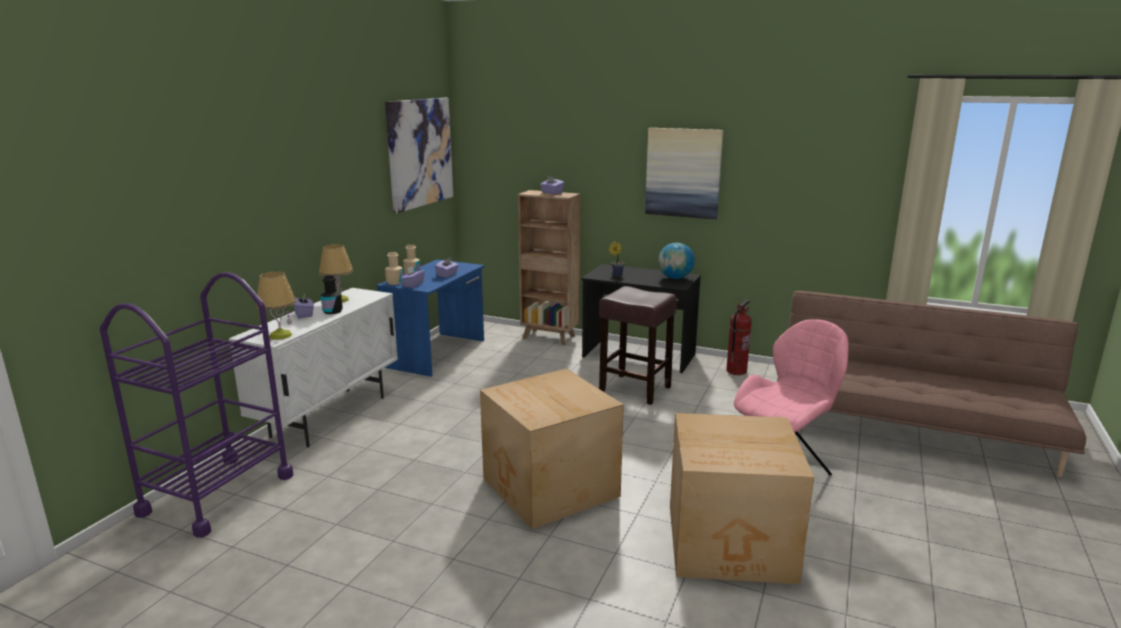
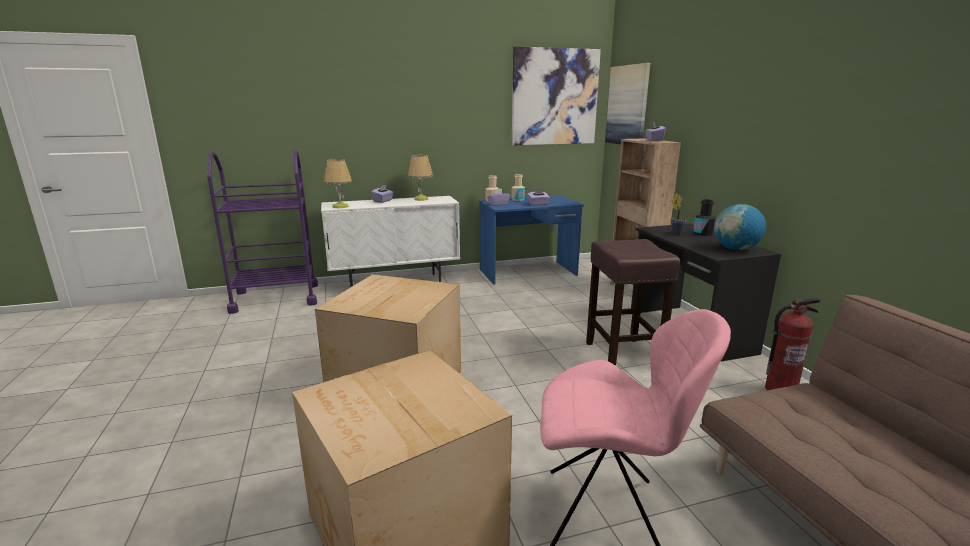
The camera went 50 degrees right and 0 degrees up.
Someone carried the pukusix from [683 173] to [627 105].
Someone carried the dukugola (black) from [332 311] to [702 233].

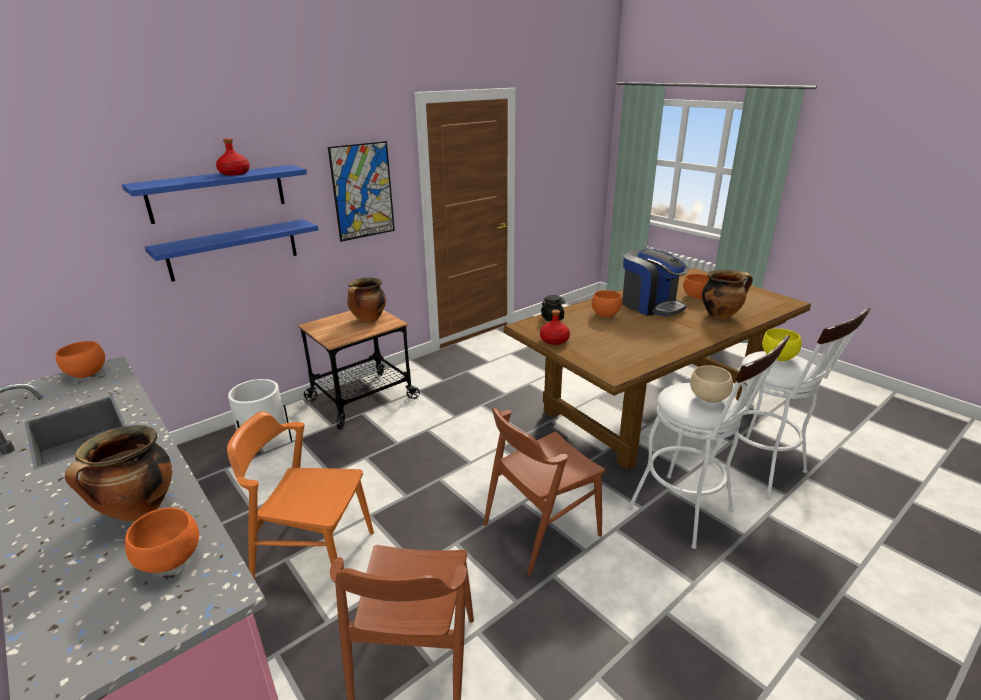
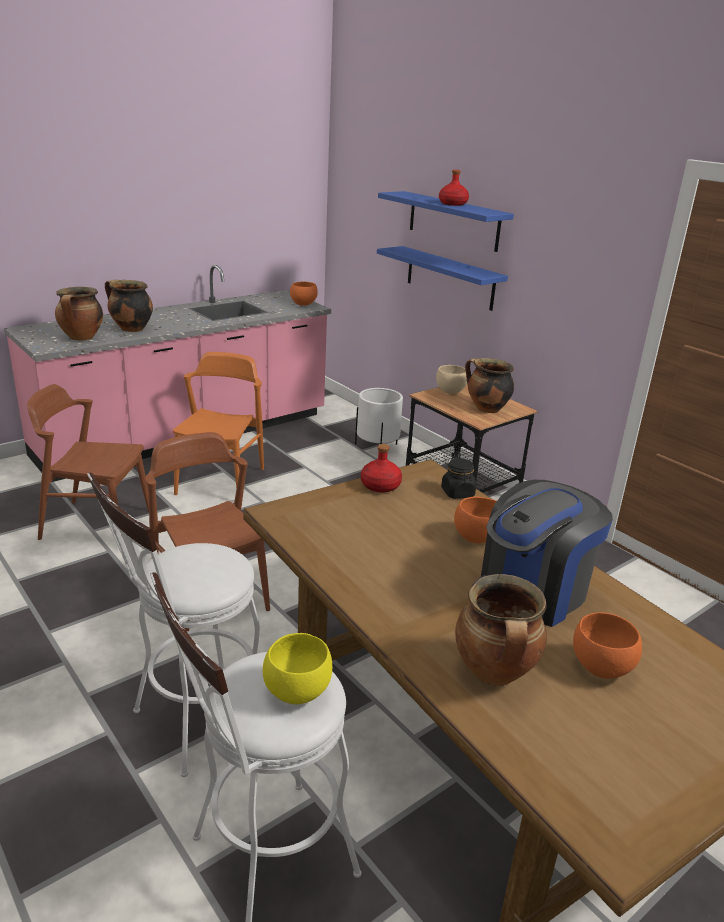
The camera went 90 degrees right and 0 degrees up.
Someone swapped the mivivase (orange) at [172 560] for the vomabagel at [82 338].
Someone carried the mivivase (beige) from [709 399] to [450 391].
Someone took away the pukusix at [362 191].

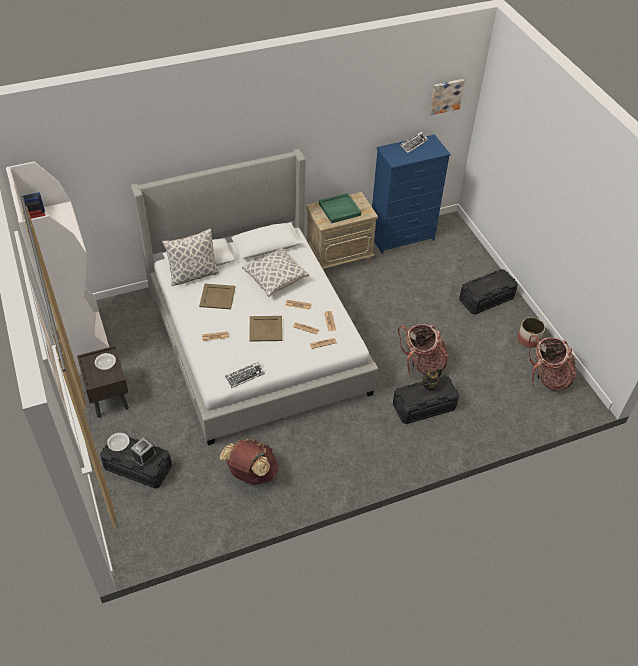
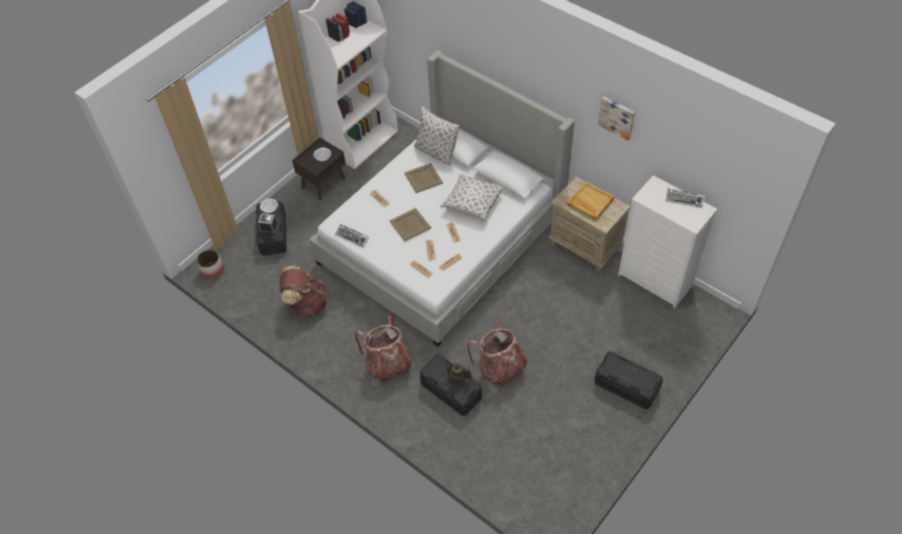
The camera went 65 degrees right and 5 degrees up.
Someone carried the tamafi from [529 340] to [212 271].
Someone carried the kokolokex from [547 378] to [388 364].
Someone repainted the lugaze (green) at [339 210], which became the lugaze (beige) at [589 202].
Someone carried the pukusix from [446 96] to [617 117].
Someone repainted the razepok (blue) at [402 237], which became the razepok (white) at [655 281].

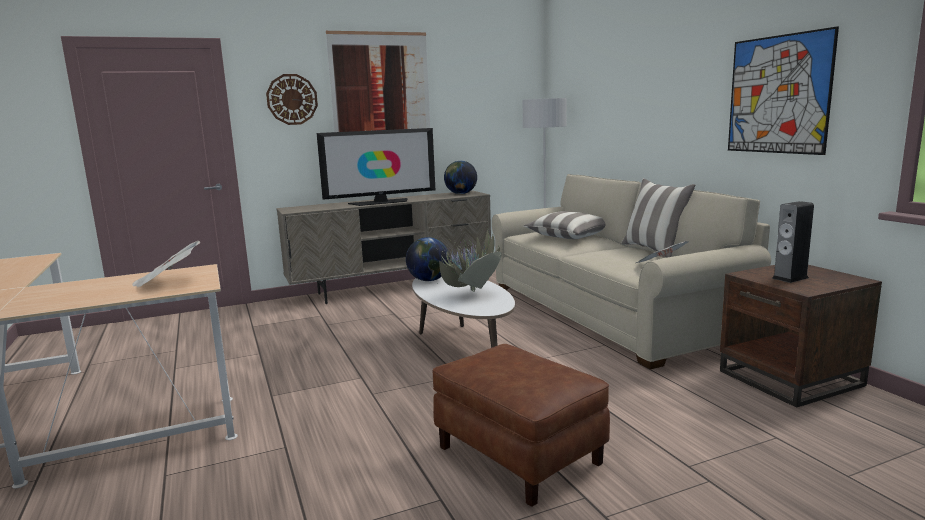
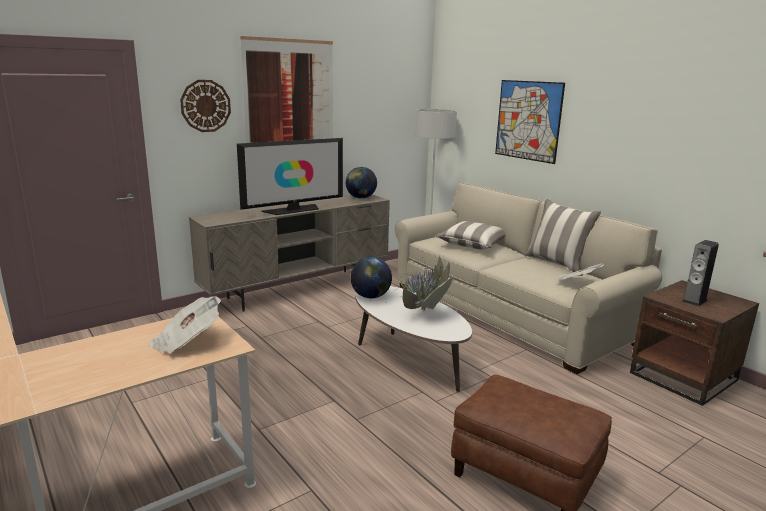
The camera went 15 degrees left and 5 degrees up.
Someone carried the pukusix from [778 95] to [528 120].

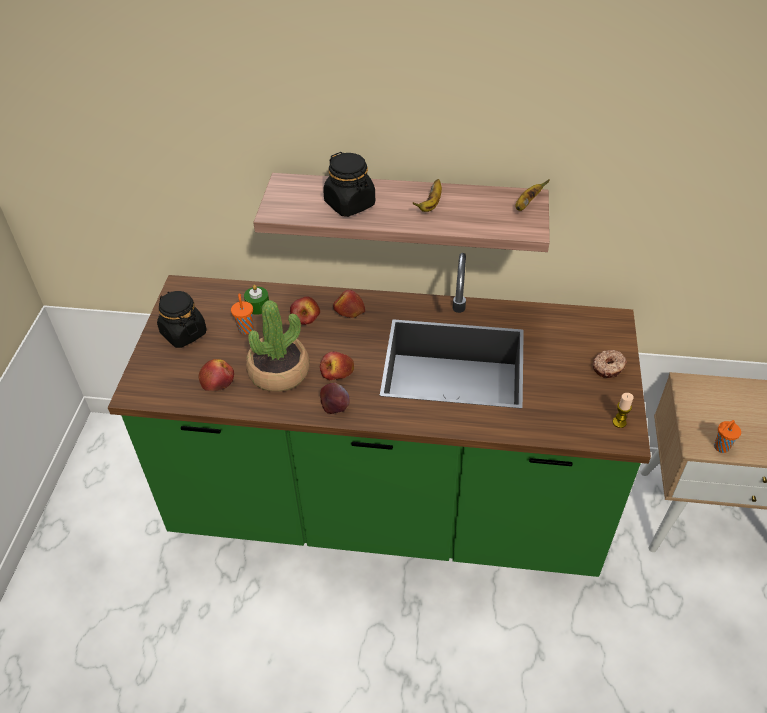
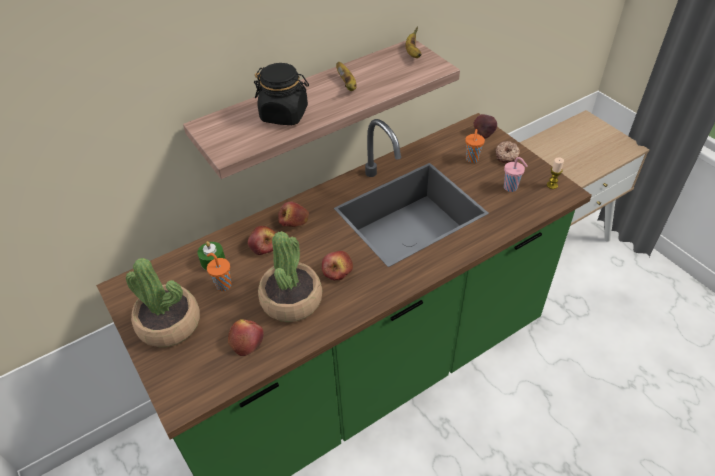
The camera went 40 degrees left and 0 degrees up.
Someone swapped the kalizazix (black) at [183 333] for the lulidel at [169 323].
Someone carried the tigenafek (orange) from [720 447] to [472 159].
Someone carried the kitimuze from [335 406] to [484 133].
Someone put down the tigenafek (pink) at [511 188].

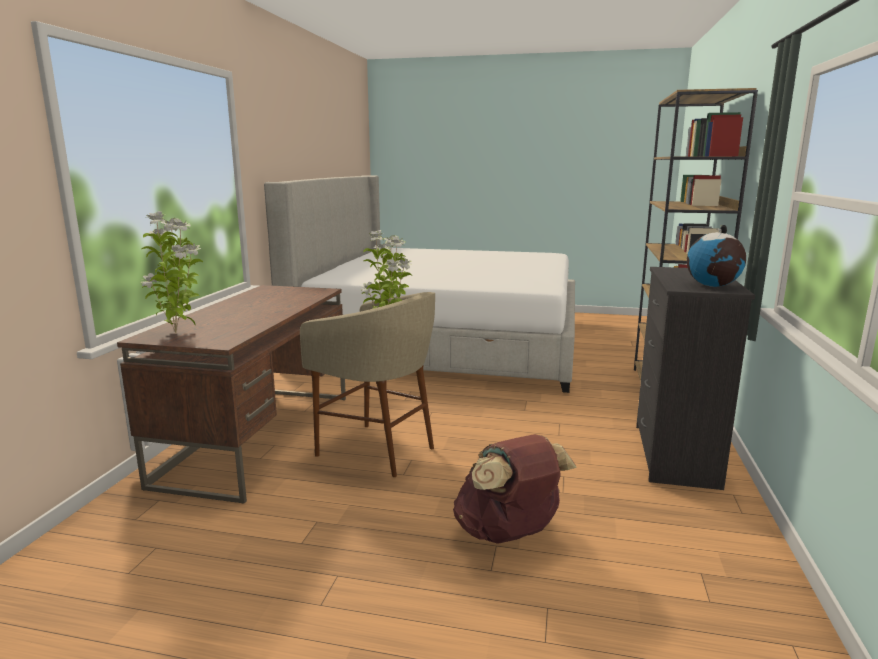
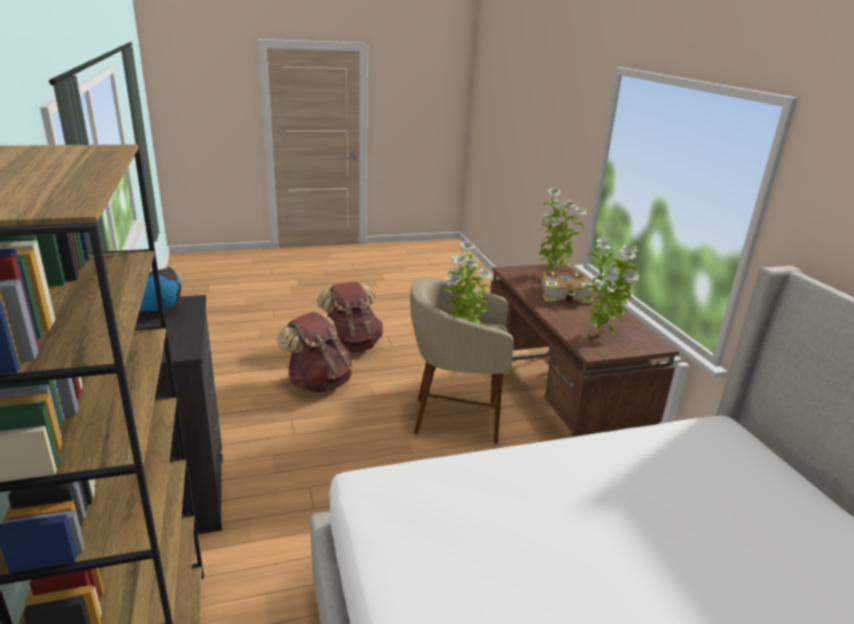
The camera went 150 degrees right and 10 degrees up.
Someone put down the kokolokex (brown) at [351 345].
Someone put down the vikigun at [565 295].
Someone put down the lulidel at [602 335].

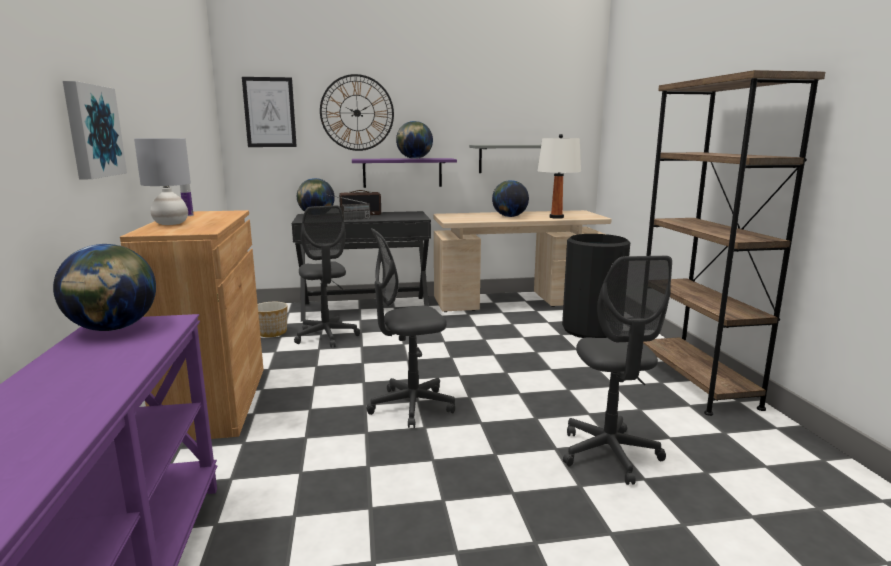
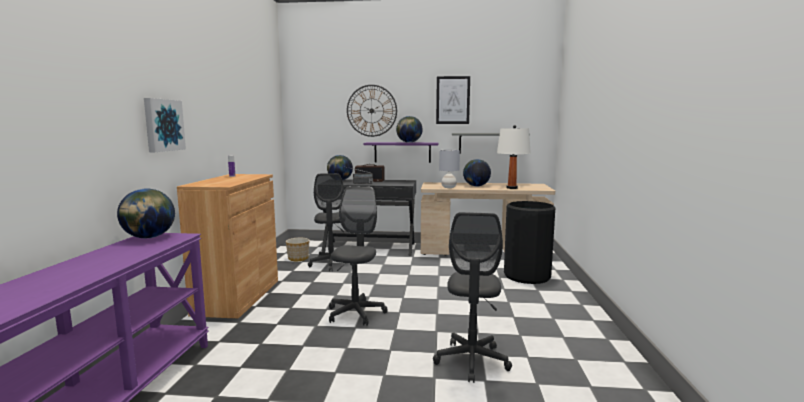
The camera went 15 degrees right and 5 degrees down.
Someone rotated the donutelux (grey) at [411 406] by 105 degrees clockwise.
Someone carried the pukusix from [269 112] to [453 100].
Someone carried the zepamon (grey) from [171 223] to [449 187].
Someone took away the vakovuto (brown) at [693 381].

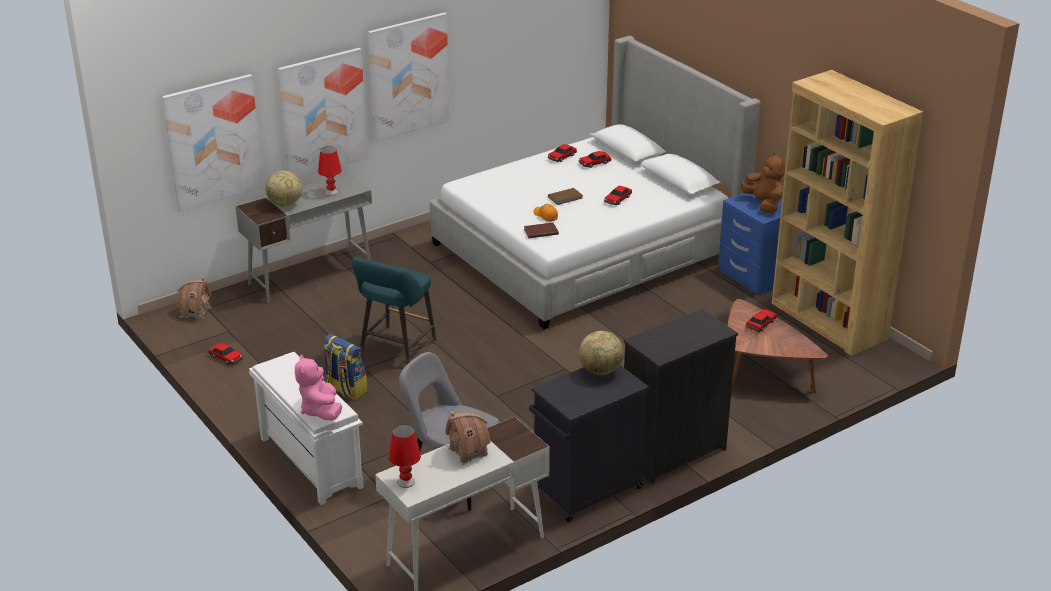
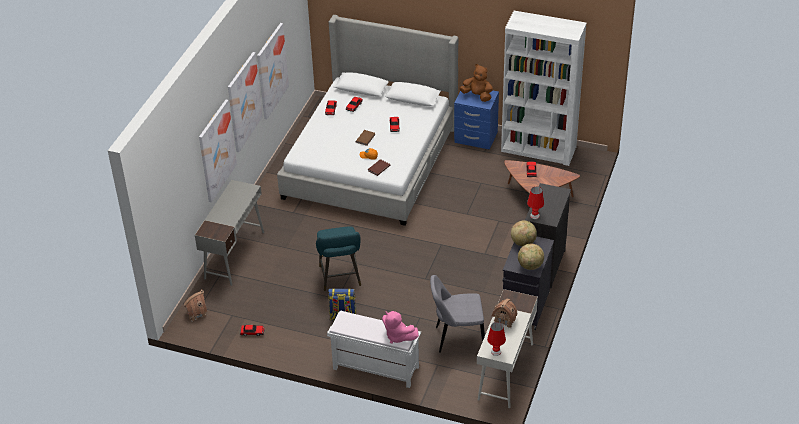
The camera went 35 degrees left and 10 degrees up.
Someone carried the pukusix from [213 142] to [271 71].
Someone repainted the vakovuto (brown) at [828 321], which became the vakovuto (white) at [538 149].
Someone carried the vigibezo from [285 204] to [530 266].
Someone carried the zepamon (red) from [331 192] to [535 216].

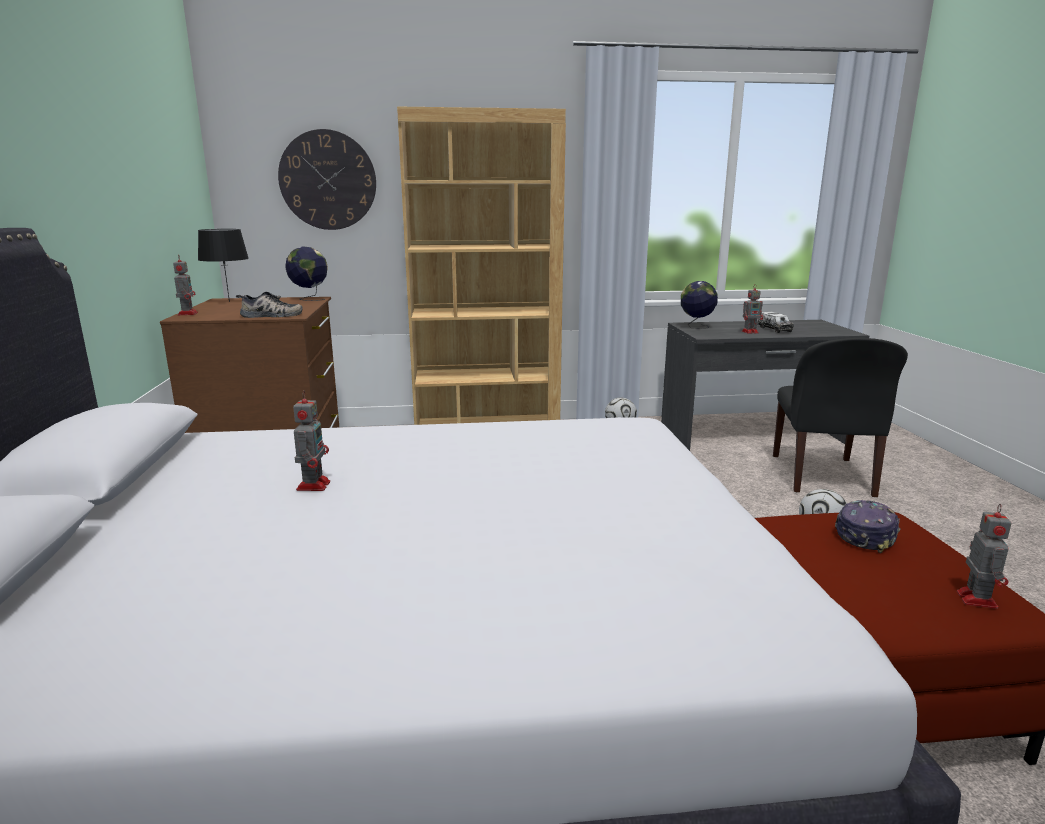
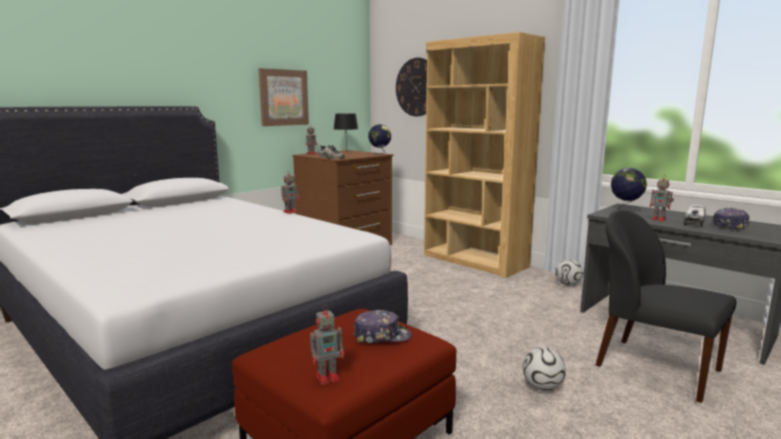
The camera went 50 degrees right and 5 degrees down.
Someone put up the pukusix at [283 97].
Someone carried the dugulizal from [314 485] to [291 212].
Someone rotated the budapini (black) at [822 476] by 75 degrees clockwise.
Someone put down the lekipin at [730 226].

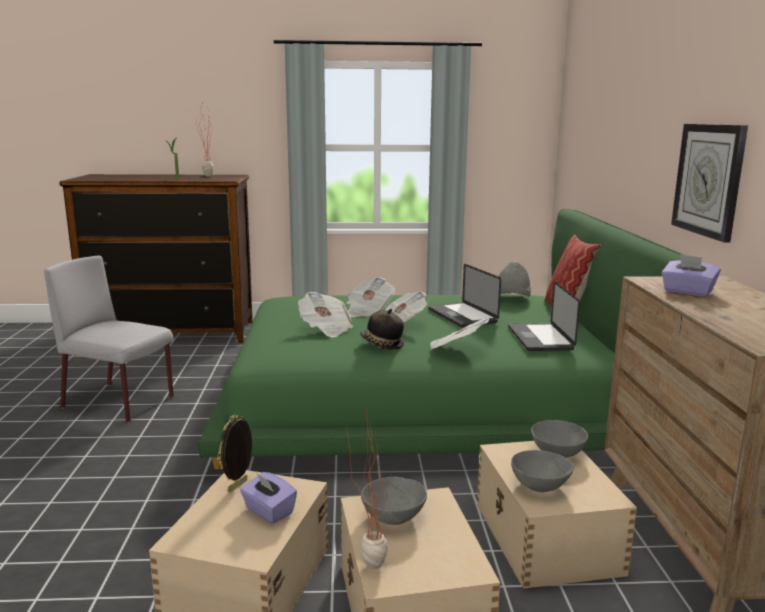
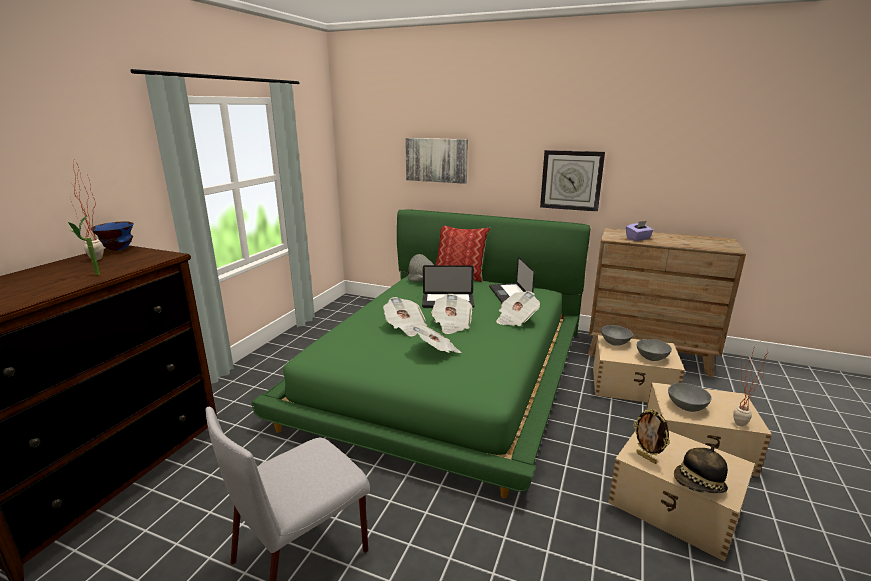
The camera went 65 degrees left and 5 degrees up.
Someone put down the mivivase (blue) at [118 250].
Someone put up the pukusix at [436 160].
Someone rotated the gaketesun at [540 338] by 60 degrees clockwise.
Someone carried the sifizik from [381 345] to [698 485].
Someone took away the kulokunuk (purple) at [268 511].

